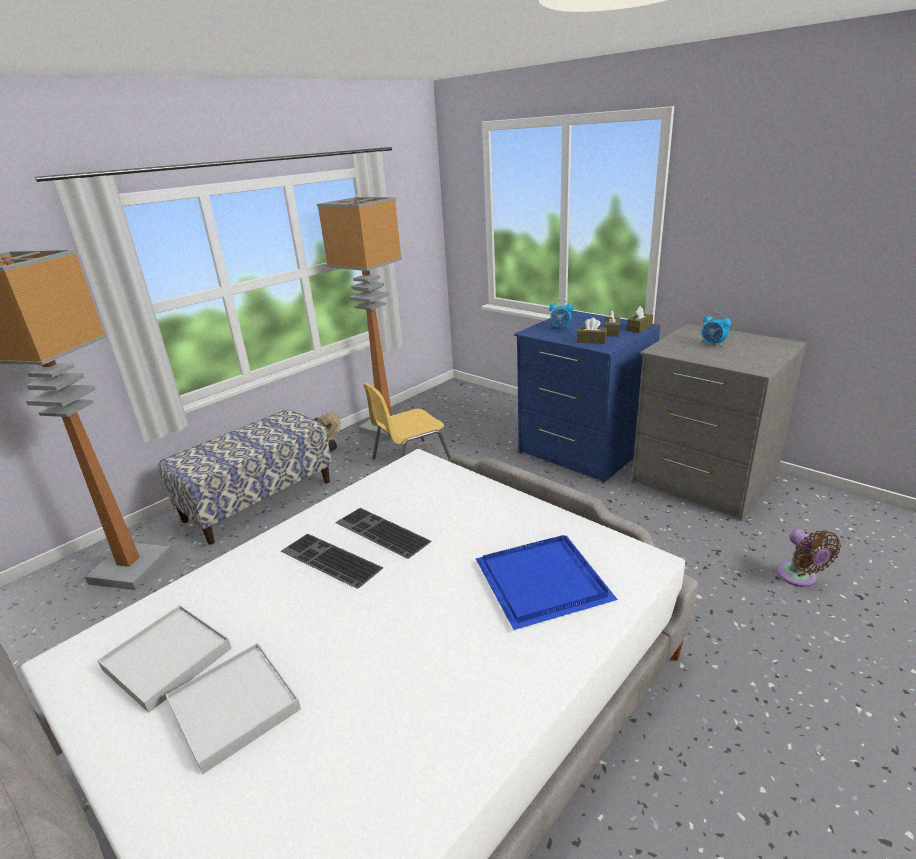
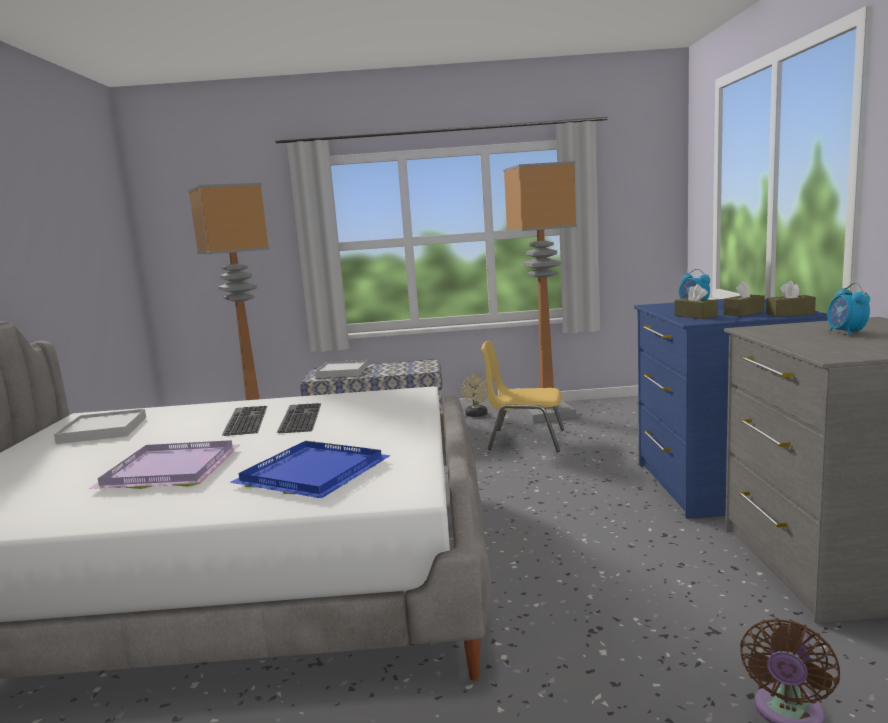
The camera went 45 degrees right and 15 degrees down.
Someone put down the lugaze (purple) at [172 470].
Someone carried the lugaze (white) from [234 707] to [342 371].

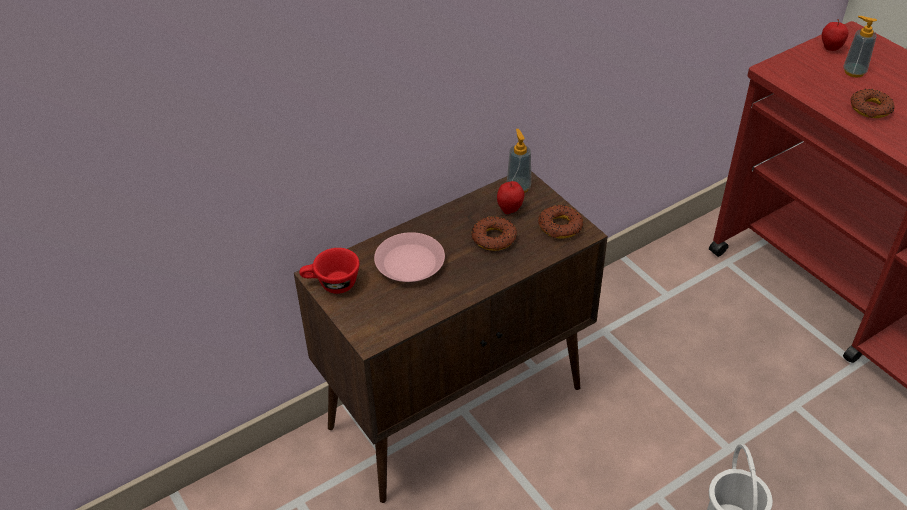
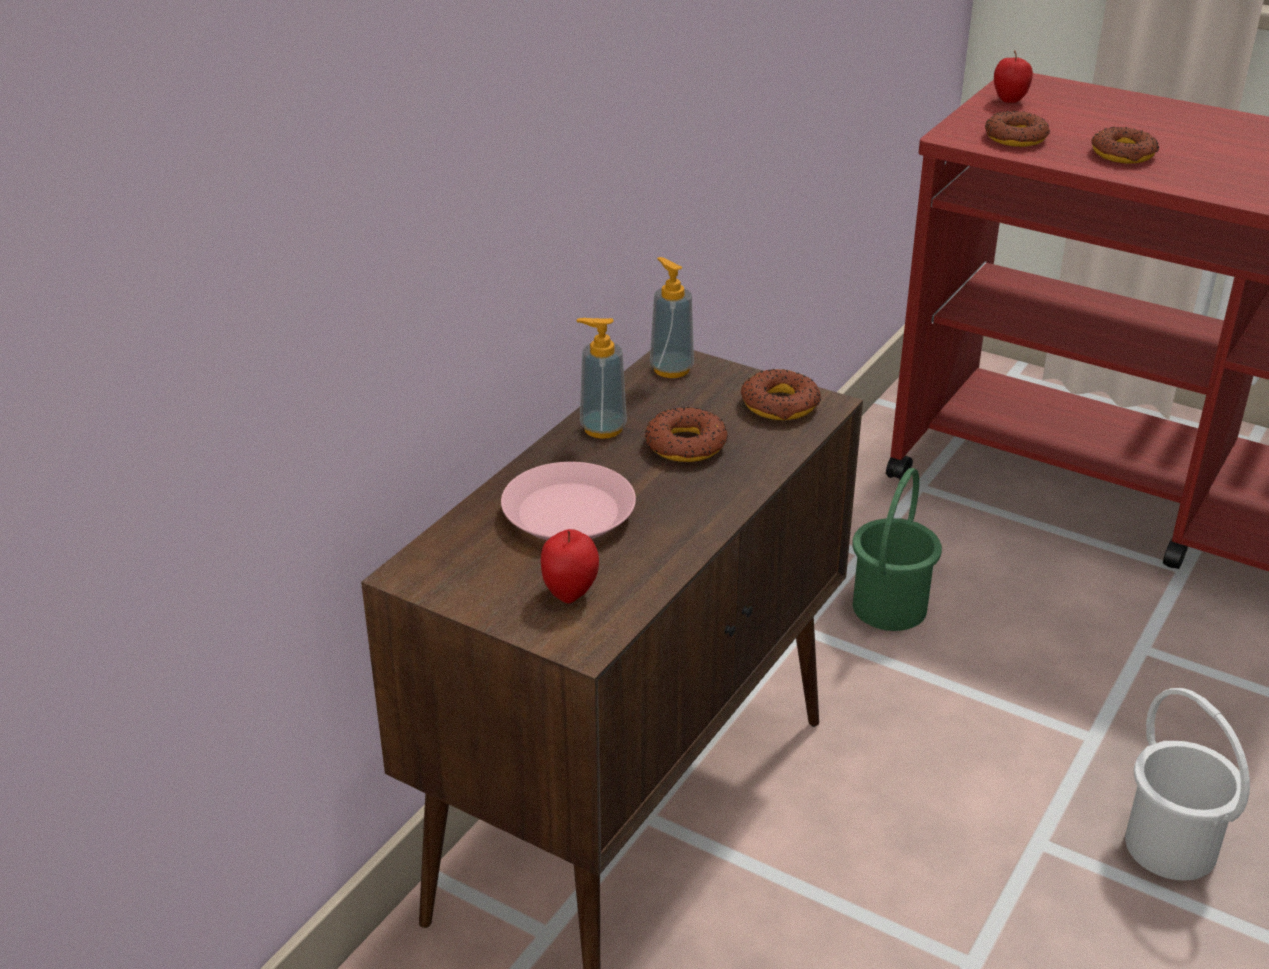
The camera went 25 degrees left and 10 degrees down.
Someone carried the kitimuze from [510 209] to [570 593].
Someone carried the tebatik from [854 72] to [603 428].
Someone put down the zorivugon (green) at [891 607].
Someone put down the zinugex at [1015 137].
Someone took away the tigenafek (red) at [331 284].

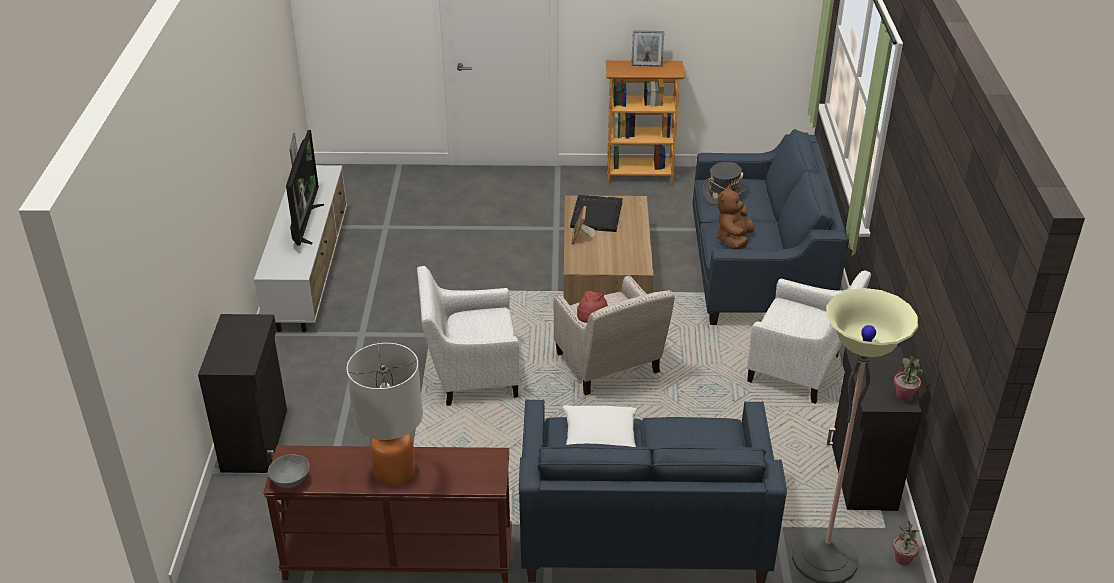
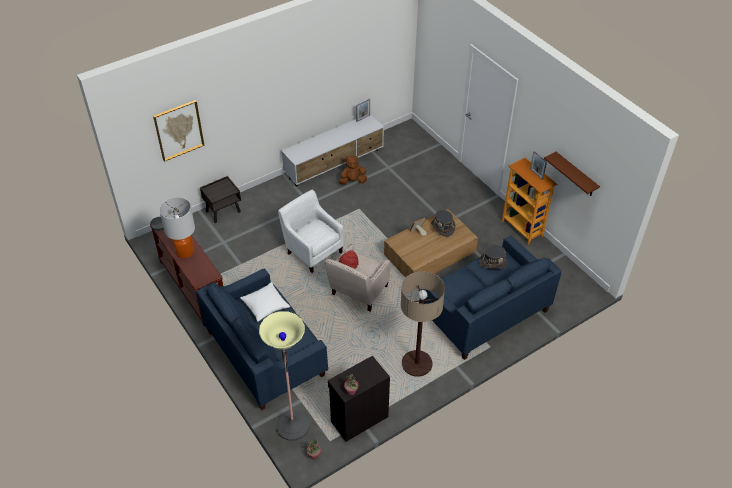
The camera went 55 degrees right and 10 degrees up.
Someone put up the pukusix at [179 130].
Someone swapped the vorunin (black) at [256 440] for the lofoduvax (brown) at [223 211].
Someone carried the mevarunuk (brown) from [734 240] to [352 181].
Someone swapped the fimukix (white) at [800 371] for the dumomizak at [416 364].
Someone swapped the lugaze (black) at [596 214] for the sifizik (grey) at [443 227].
Someone put up the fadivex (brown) at [575 175].
Someone took away the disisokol at [304 224].

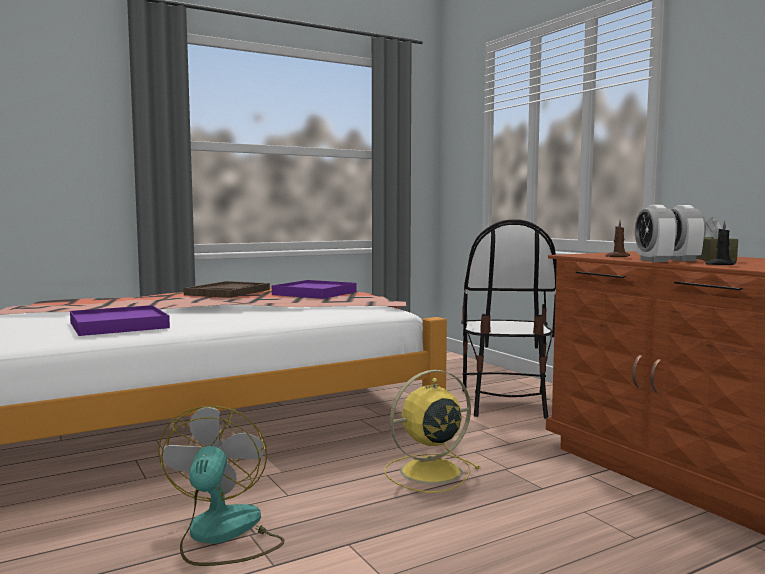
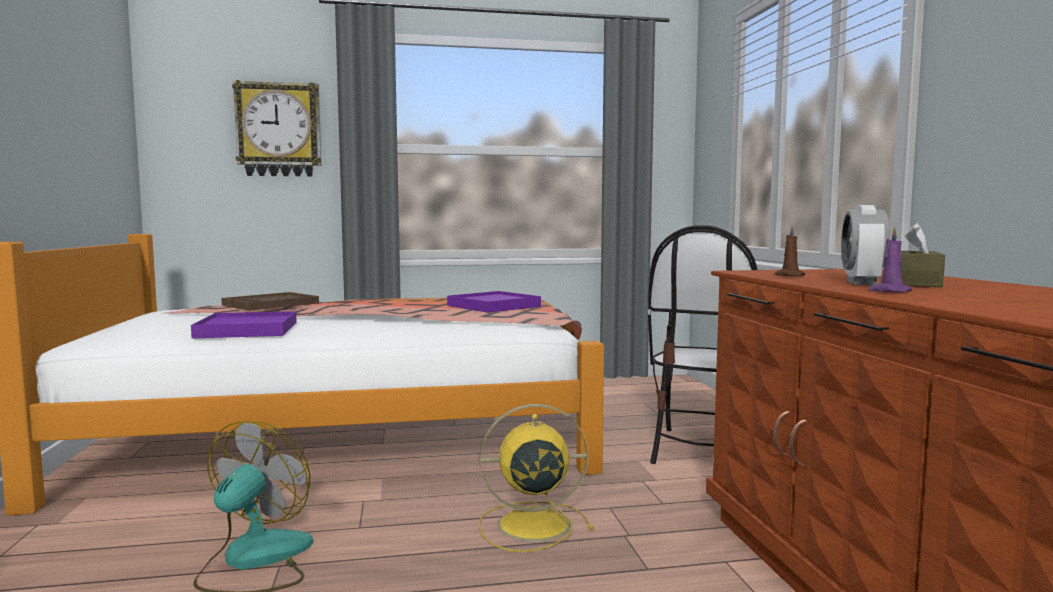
The camera went 20 degrees right and 0 degrees up.
Someone carried the lugaze (brown) from [228 292] to [271 304].
Someone put up the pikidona at [279 130].
Someone repainted the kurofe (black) at [720 264], which became the kurofe (purple) at [888 291].
Someone took away the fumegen at [654 261].

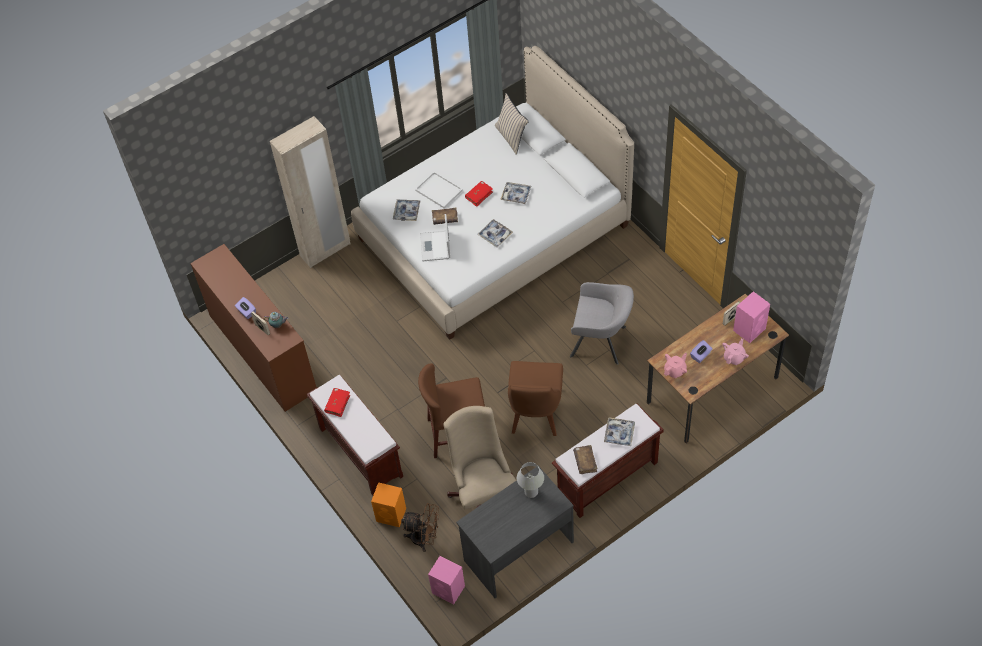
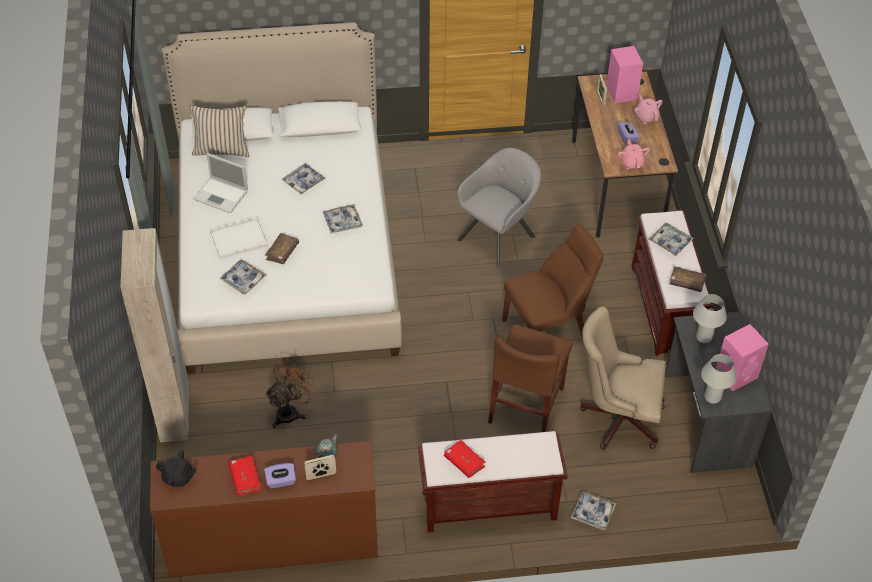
The camera went 65 degrees left and 5 degrees down.
Someone put down the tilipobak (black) at [178 478].
Someone carried the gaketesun from [435 247] to [221 195].
Someone carried the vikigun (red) from [479 195] to [245 478].
Someone carried the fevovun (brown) from [424 538] to [291 411].
Someone rotated the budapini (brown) at [535 414] by 60 degrees counterclockwise.
Someone swapped the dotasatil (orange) at [392 515] for the lugaze at [592 513].
Someone put down the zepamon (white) at [712 397].
Someone carried the dotasatil (pink) from [449 590] to [737 374].

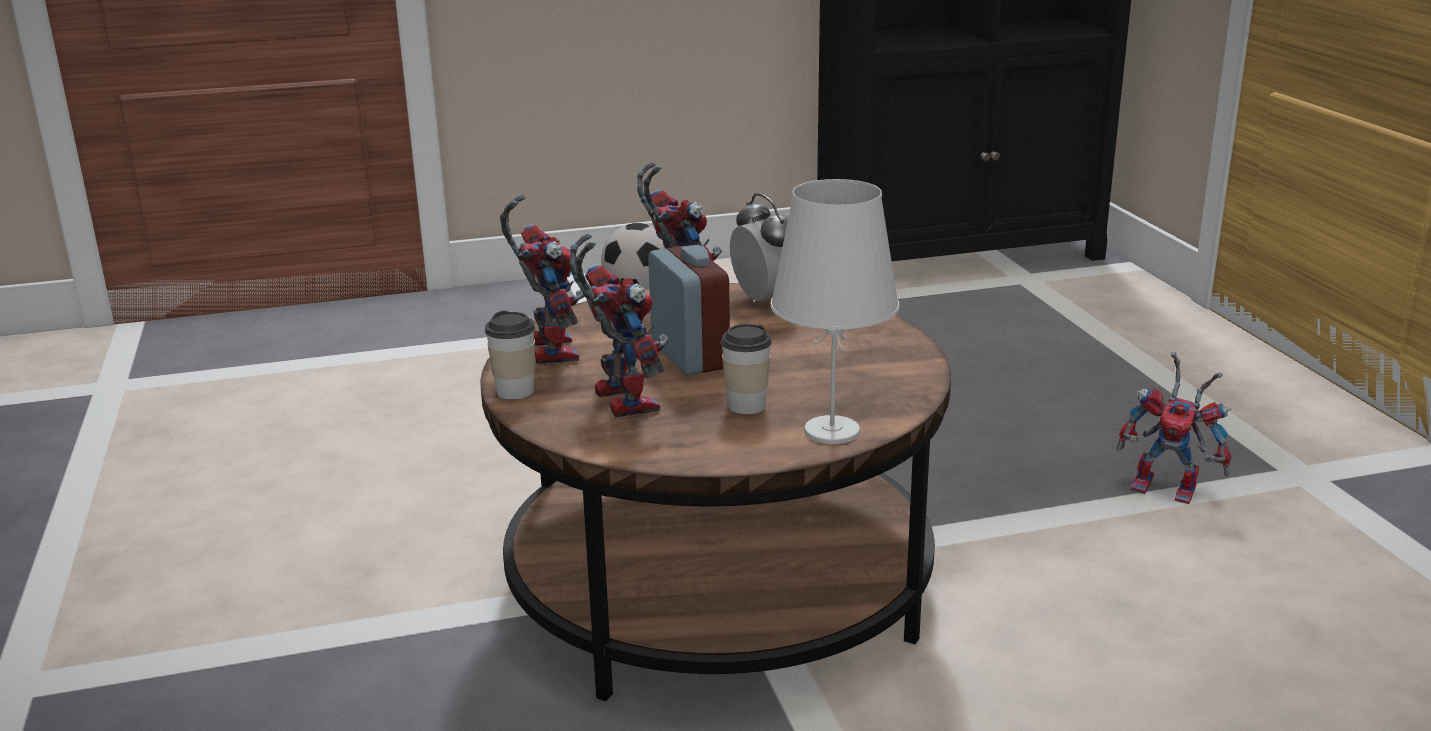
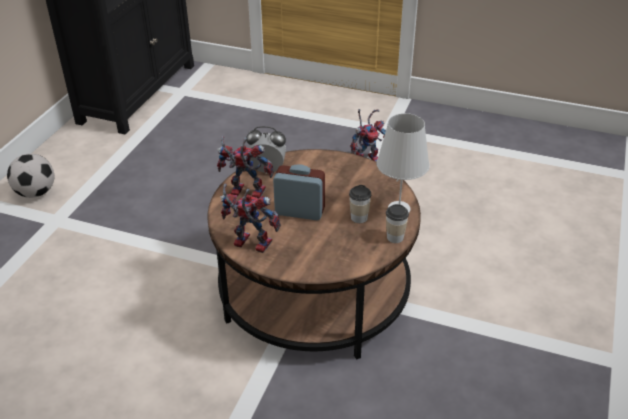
The camera went 55 degrees left and 15 degrees up.
Someone carried the tigenafek from [515 391] to [395 237].
Someone took away the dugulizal at [617 399].

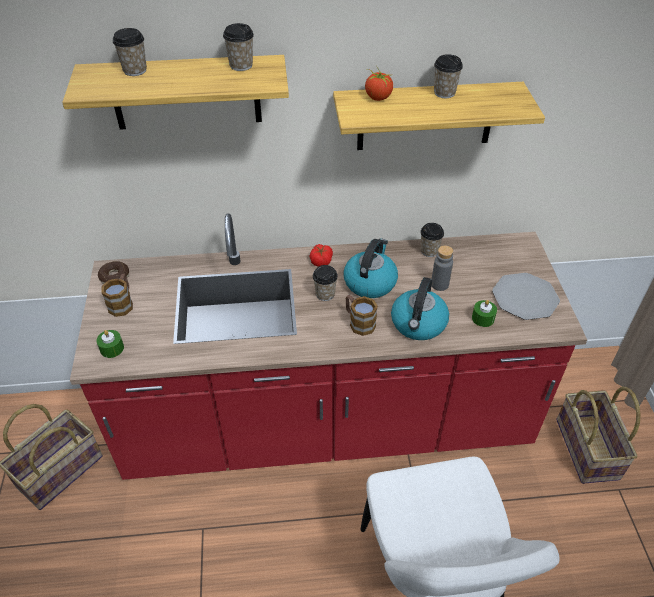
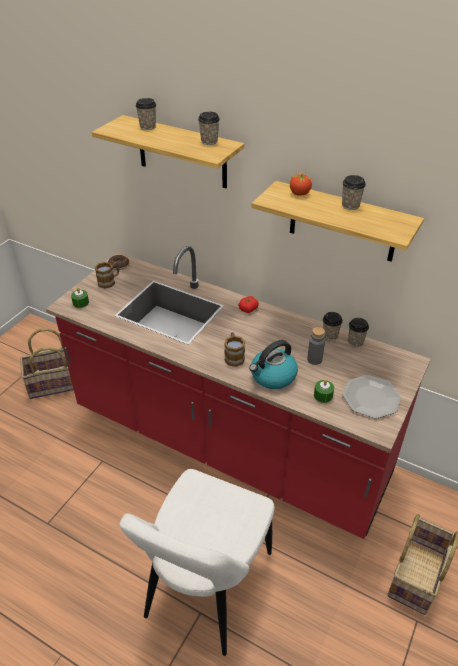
The camera went 35 degrees right and 5 degrees down.
Someone carried the tigenafek from [325 294] to [355 341].
Someone took away the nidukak at [370 282].

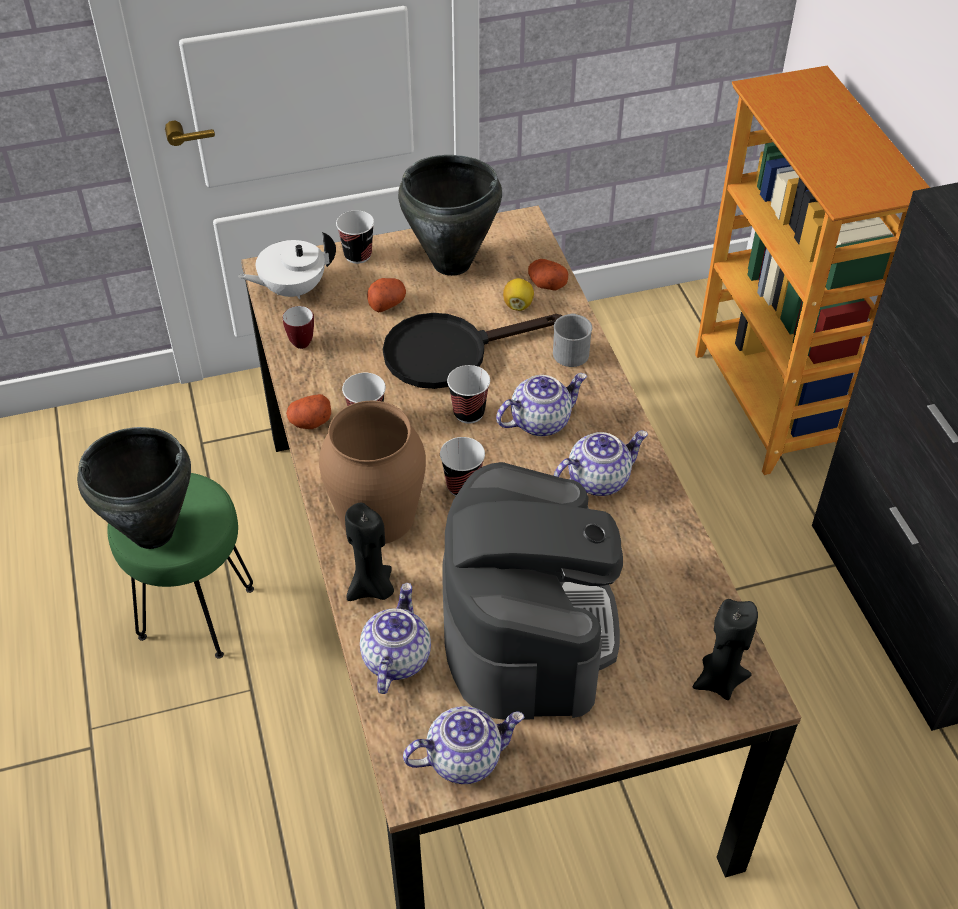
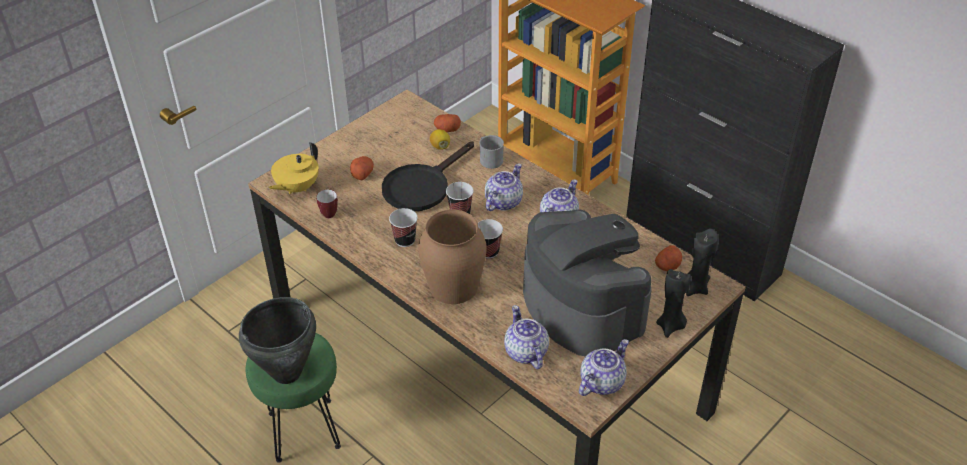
The camera went 30 degrees left and 5 degrees down.
Someone repainted the tilipobak (white) at [292 289], which became the tilipobak (yellow) at [297 187].
Someone carried the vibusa from [310 422] to [667 266].
Someone carried the kurofe (black) from [372 588] to [670 326].
Someone took away the tigenafek at [358 255].
Someone took away the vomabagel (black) at [452 264].

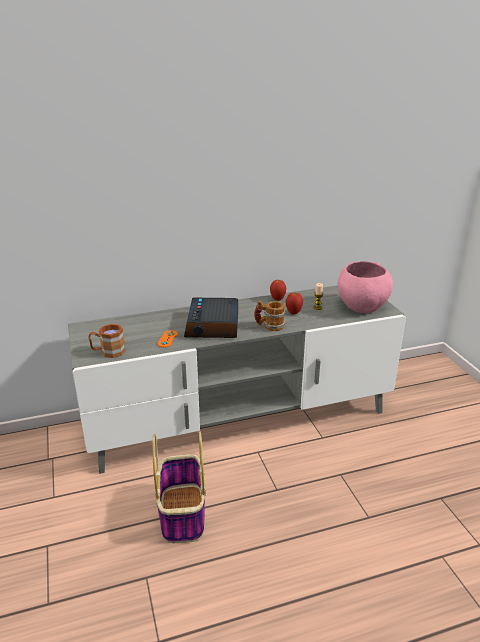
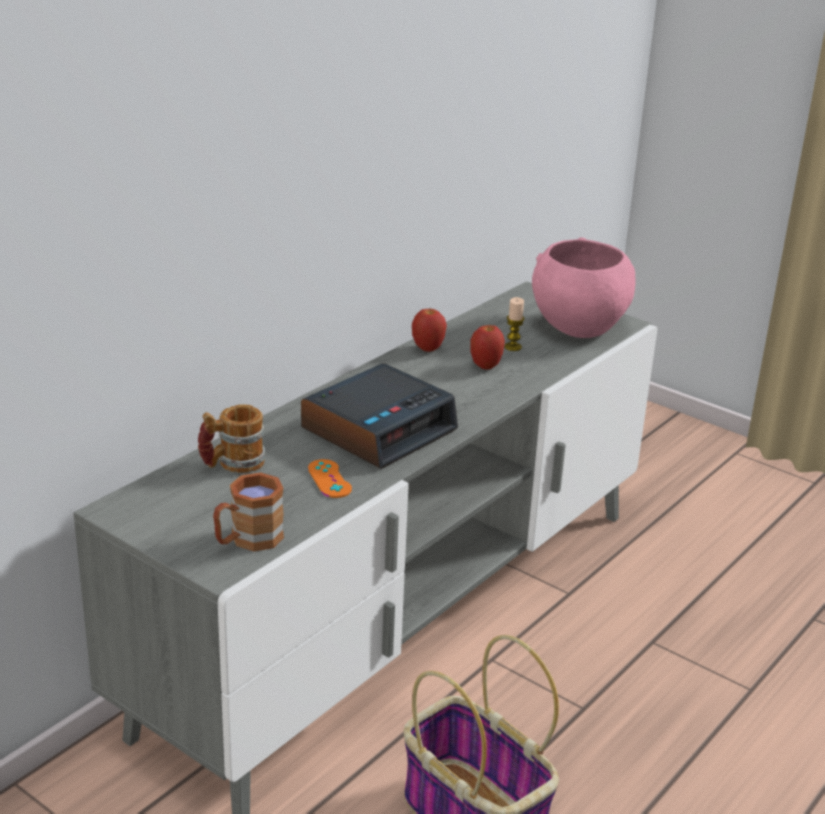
The camera went 35 degrees left and 0 degrees up.
Someone carried the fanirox from [269 326] to [232 464].
Someone rotated the fumegen at [213 325] by 105 degrees counterclockwise.

